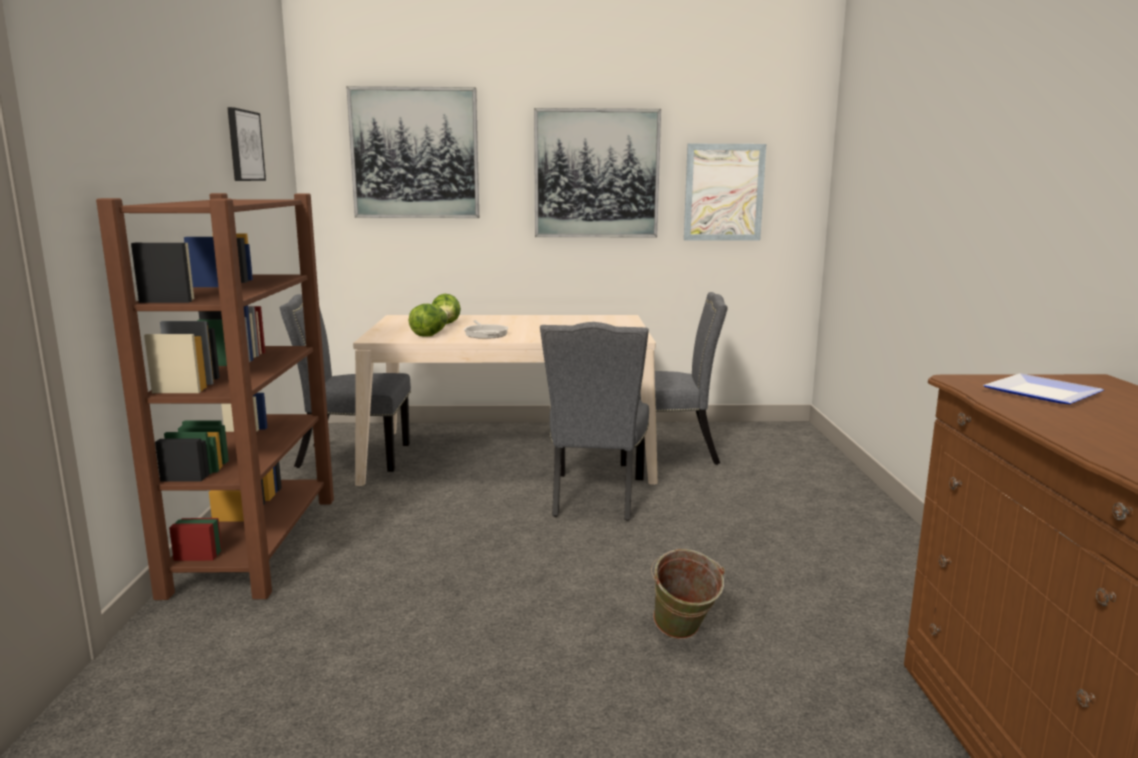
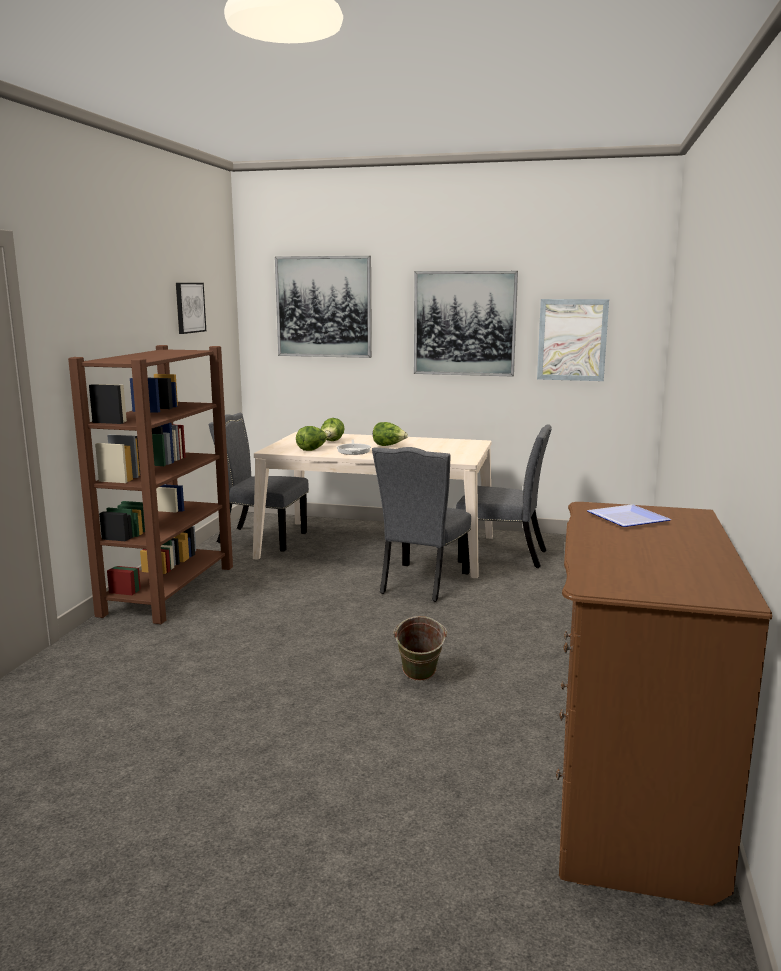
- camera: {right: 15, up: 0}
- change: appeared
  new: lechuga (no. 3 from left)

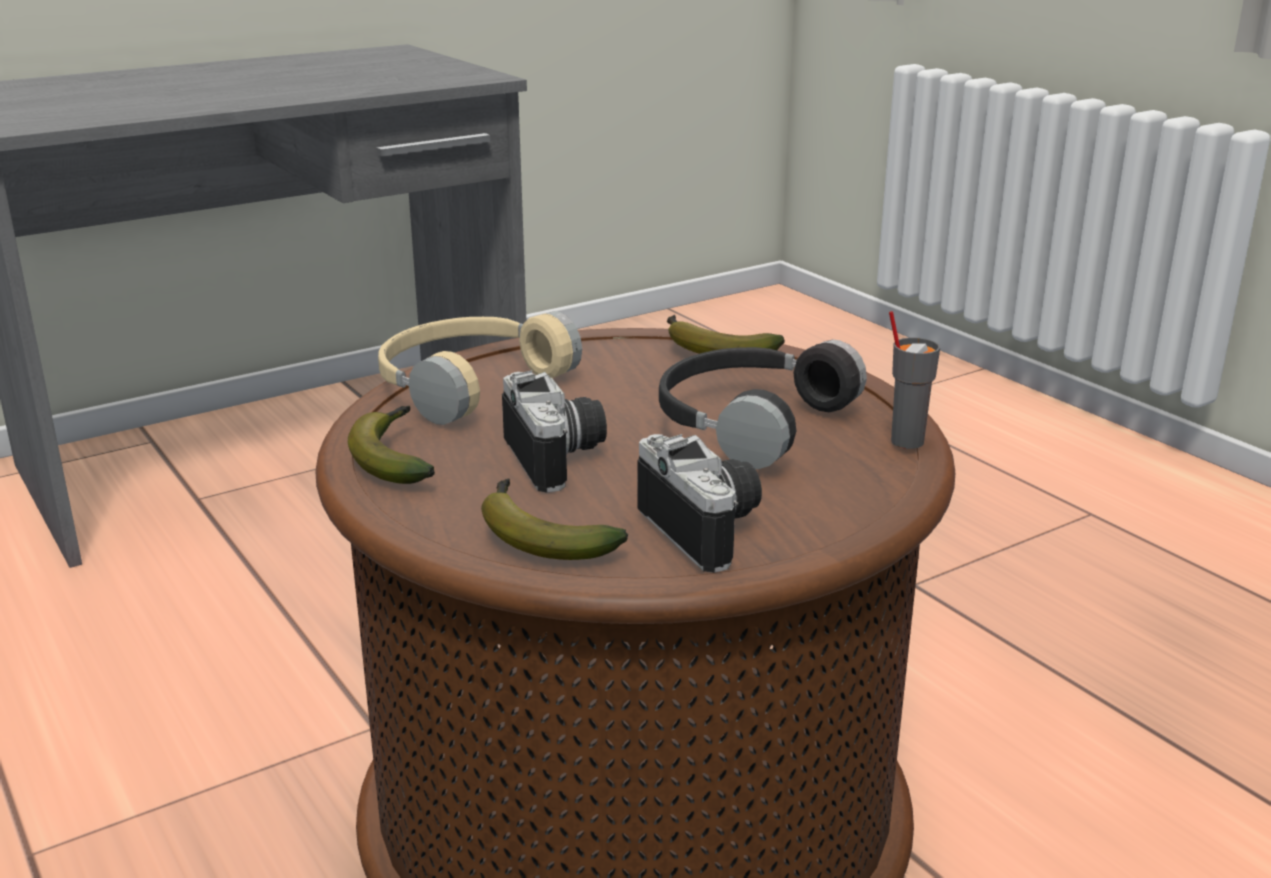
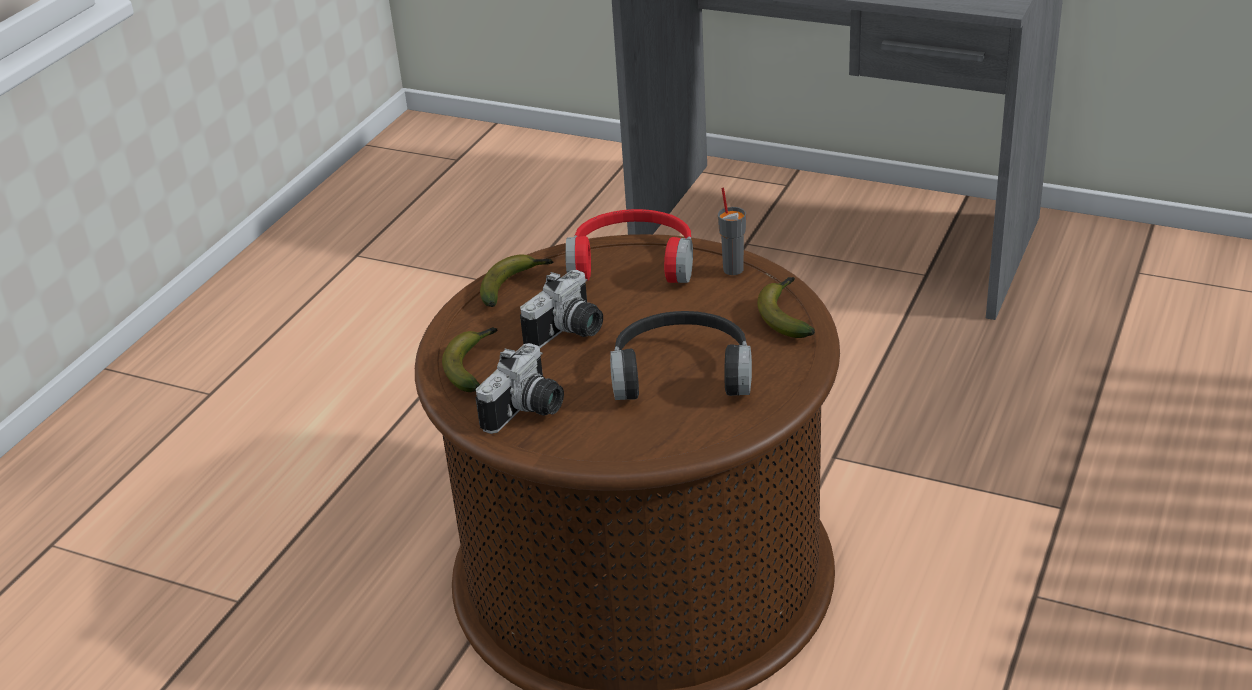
- camera: {right: 60, up: 10}
- change: colour
  old: auriculares [beis]
  new: auriculares [rojo]
- change: relocated
  old: taza [gris]

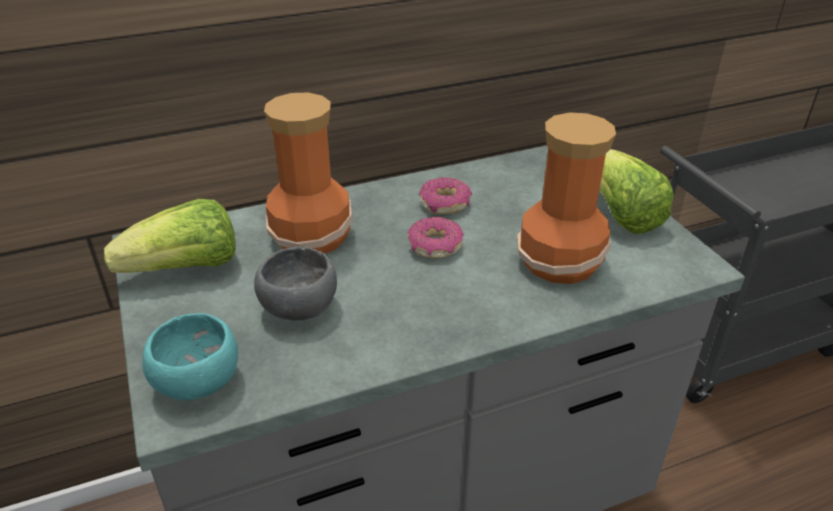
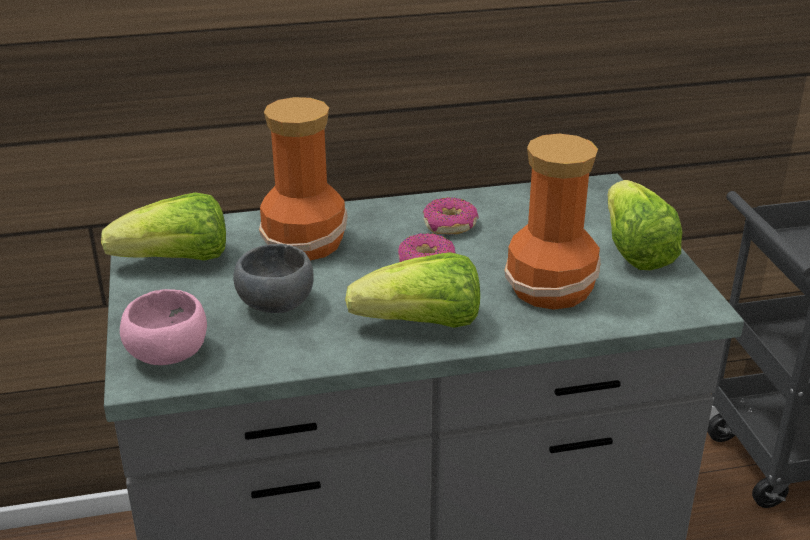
- camera: {right: 10, up: -5}
- change: colour
  old: cuenco [turquesa]
  new: cuenco [rosa]
- change: appeared
  new: lechuga (no. 2 from left)

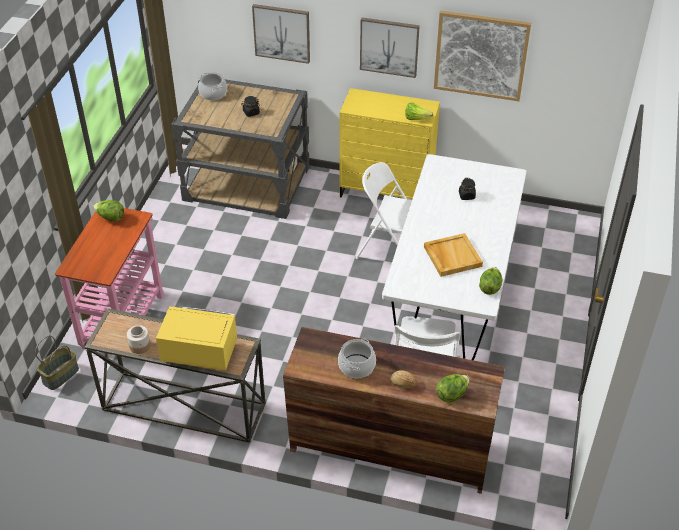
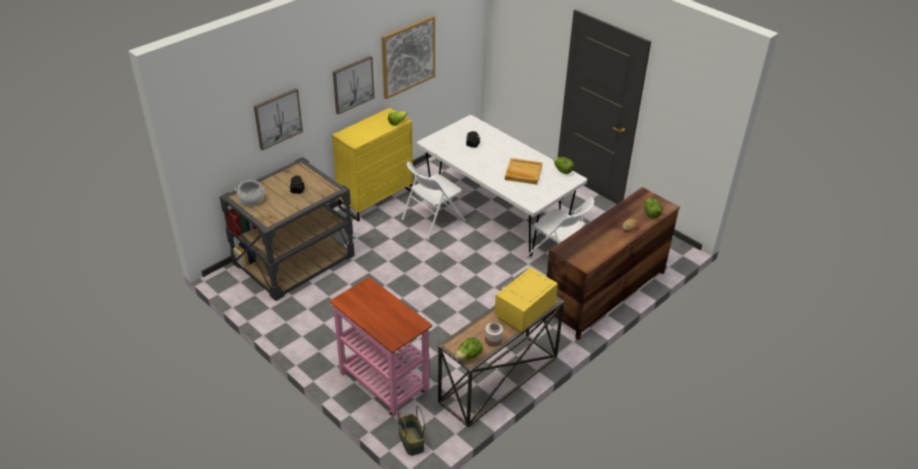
- camera: {right: -60, up: -5}
- change: relocated
  old: lechuga (no. 1 from left in the first image)
  new: lechuga (no. 2 from left)
- change: missing
  old: olla (no. 2 from left)

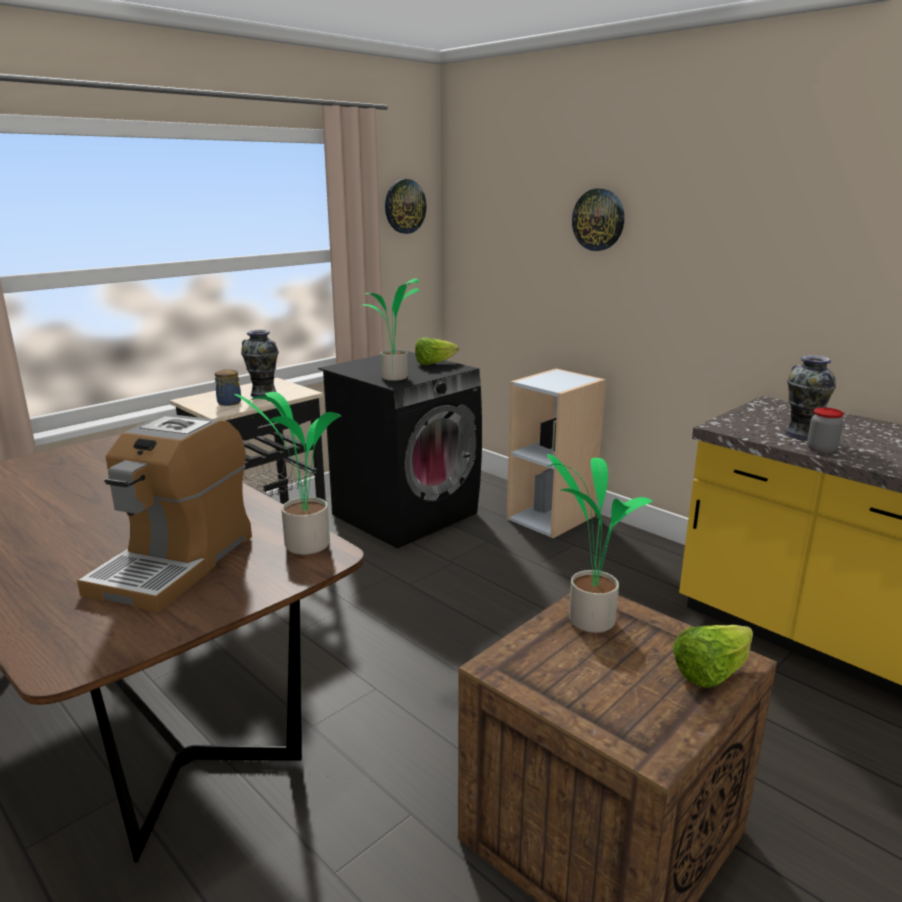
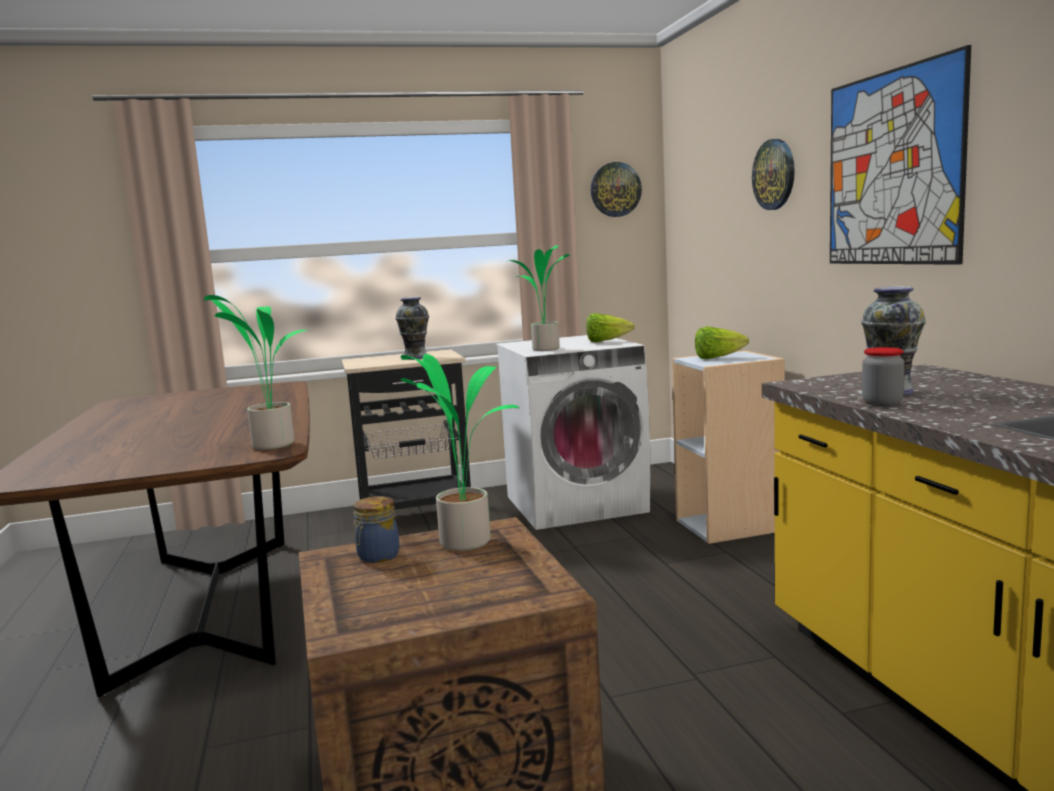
- camera: {right: 30, up: -10}
- change: colour
  old: lavadora [negro]
  new: lavadora [blanco]
- change: relocated
  old: tarro (no. 1 from left)
- change: missing
  old: cafetera
- change: relocated
  old: lechuga (no. 2 from left)
- change: appeared
  new: cuadro

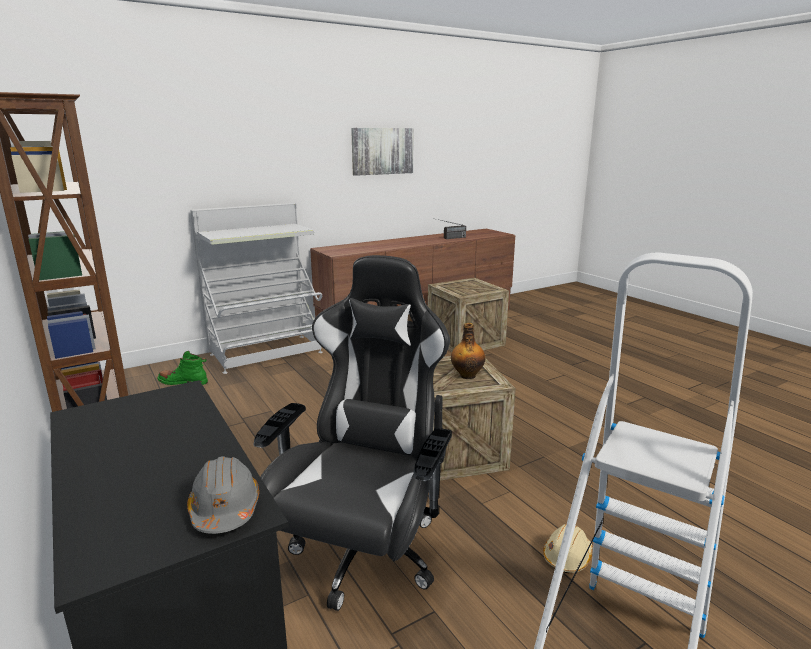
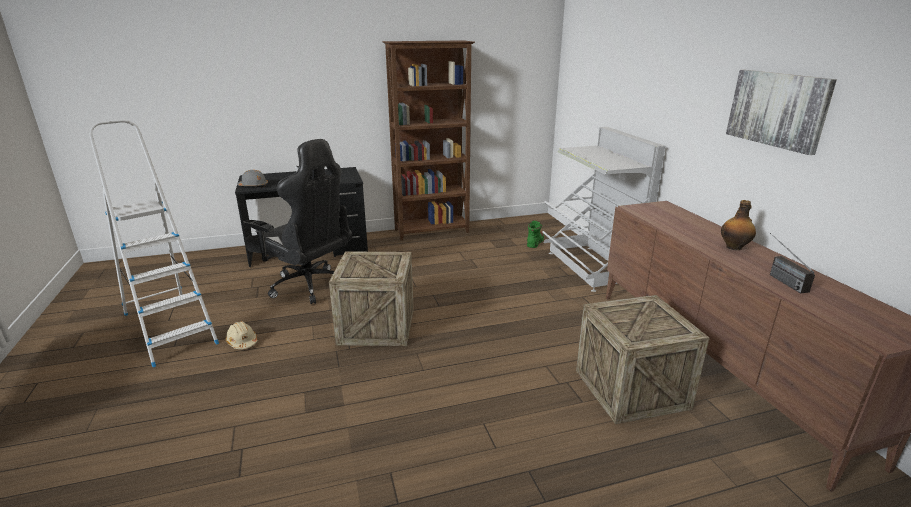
- camera: {right: 105, up: 5}
- change: relocated
  old: botella

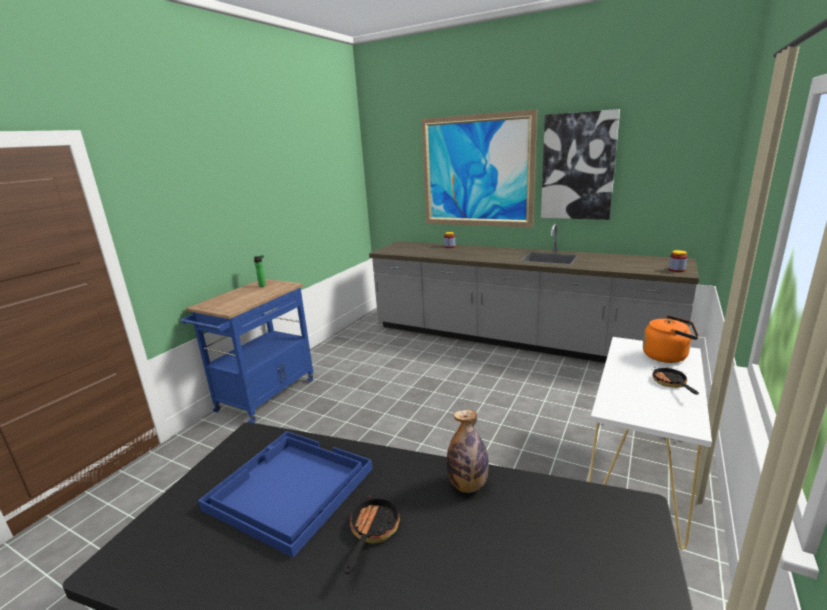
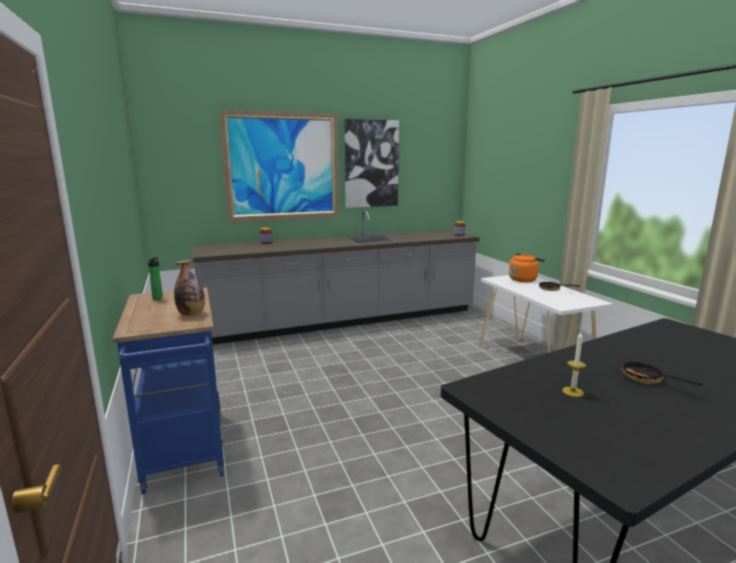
- camera: {right: -50, up: -5}
- change: relocated
  old: botella (no. 2 from left)
- change: exchanged
  old: bandeja [azul]
  new: vela

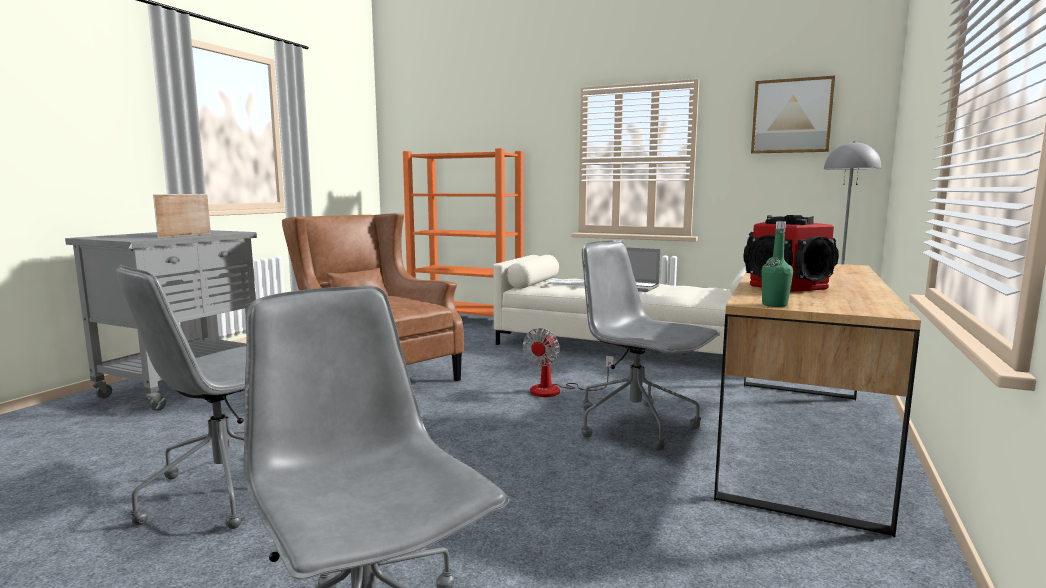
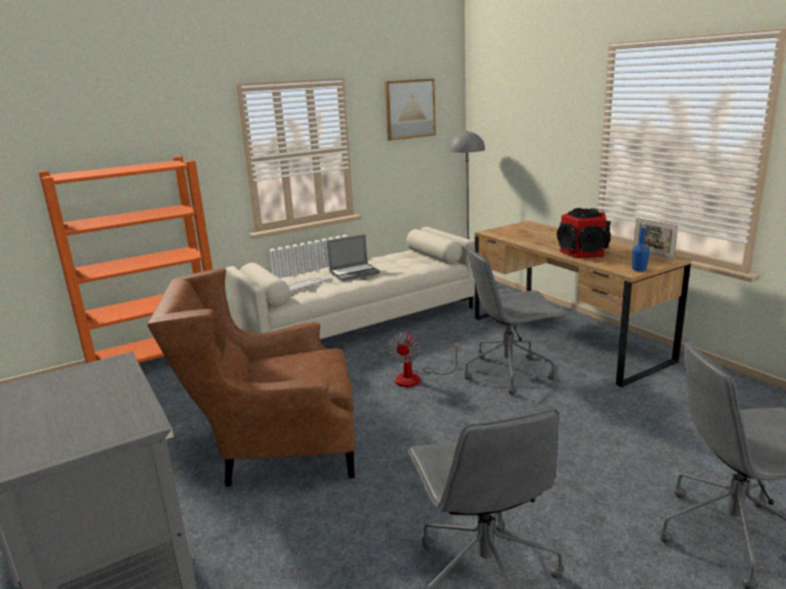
- camera: {right: -55, up: 10}
- change: relocated
  old: portarretratos
- change: colour
  old: botella [verde]
  new: botella [azul]
- change: spun
  old: ventilador
  degrees: 45

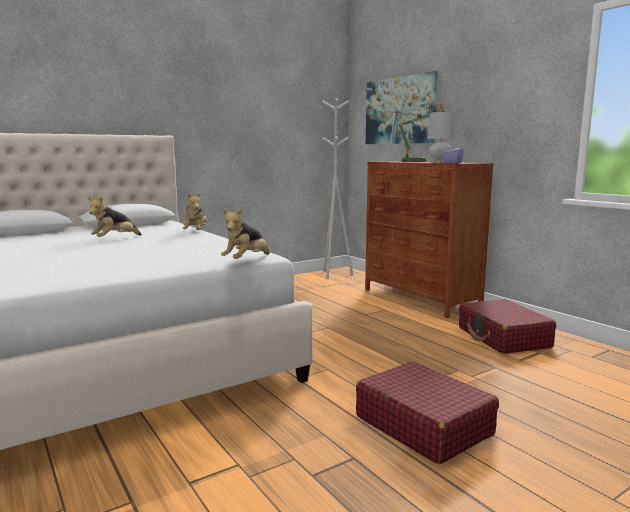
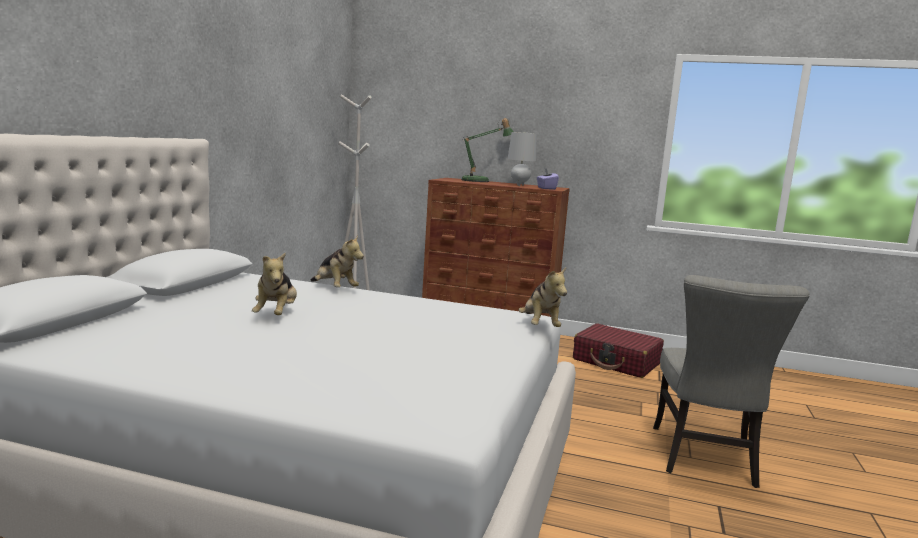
- camera: {right: -40, up: 0}
- change: missing
  old: cuadro
- change: exchanged
  old: maleta [rojo] (no. 1 from left)
  new: silla [gris]

